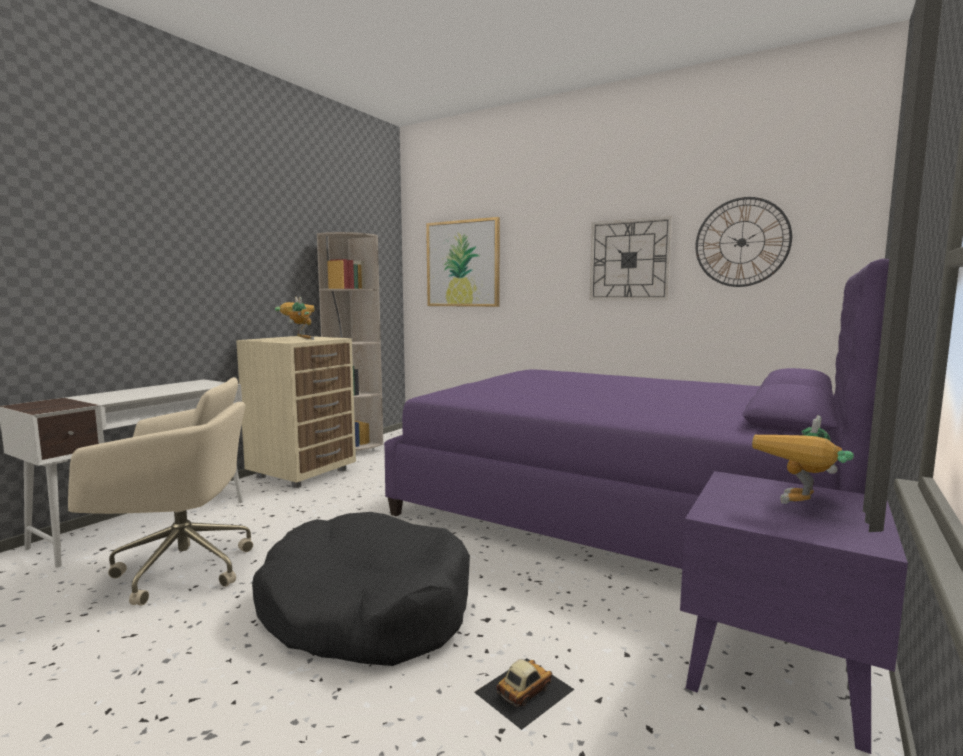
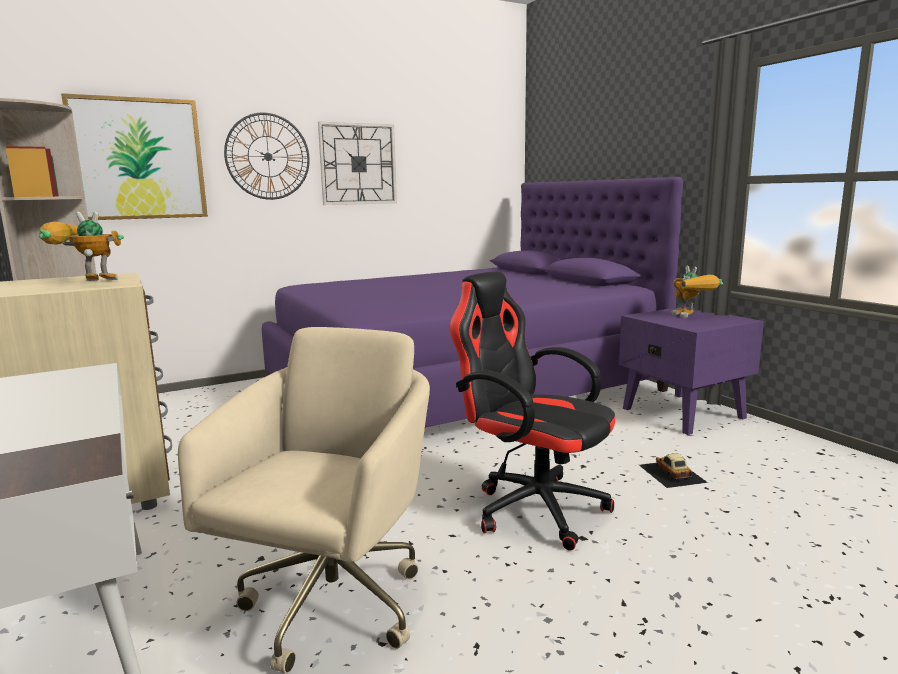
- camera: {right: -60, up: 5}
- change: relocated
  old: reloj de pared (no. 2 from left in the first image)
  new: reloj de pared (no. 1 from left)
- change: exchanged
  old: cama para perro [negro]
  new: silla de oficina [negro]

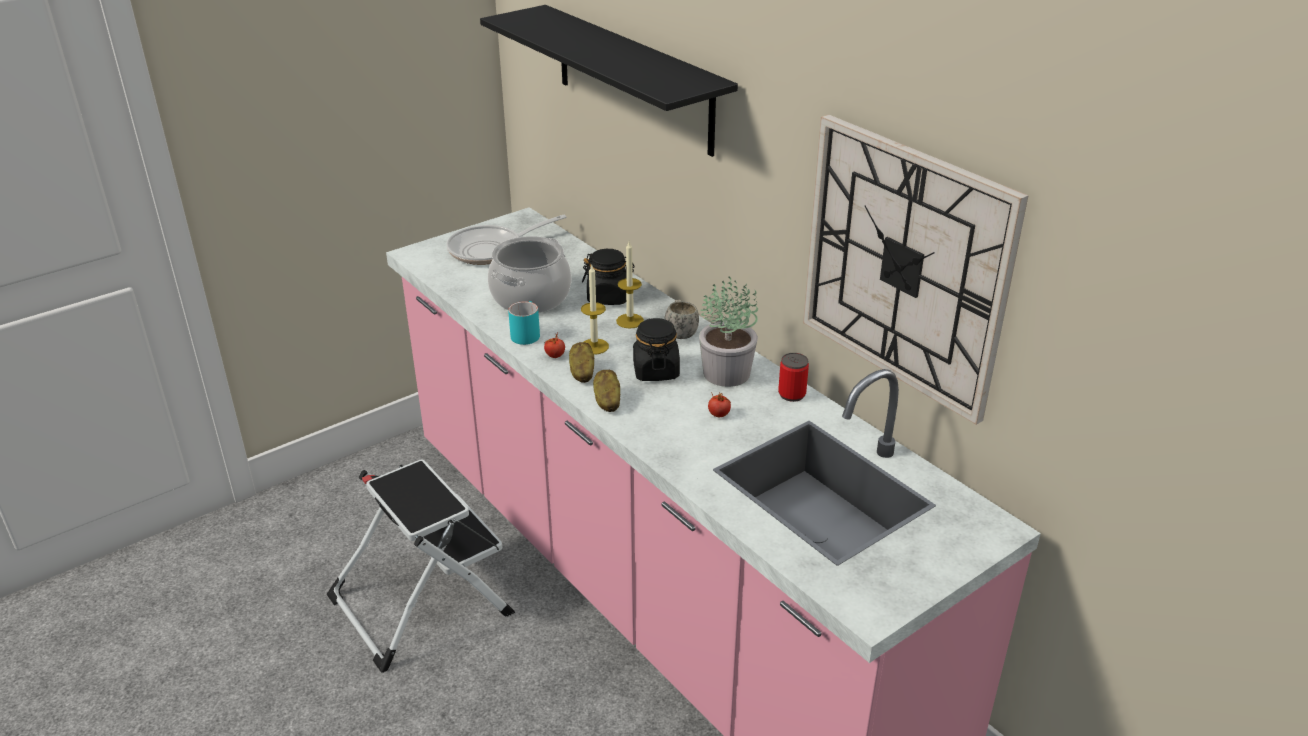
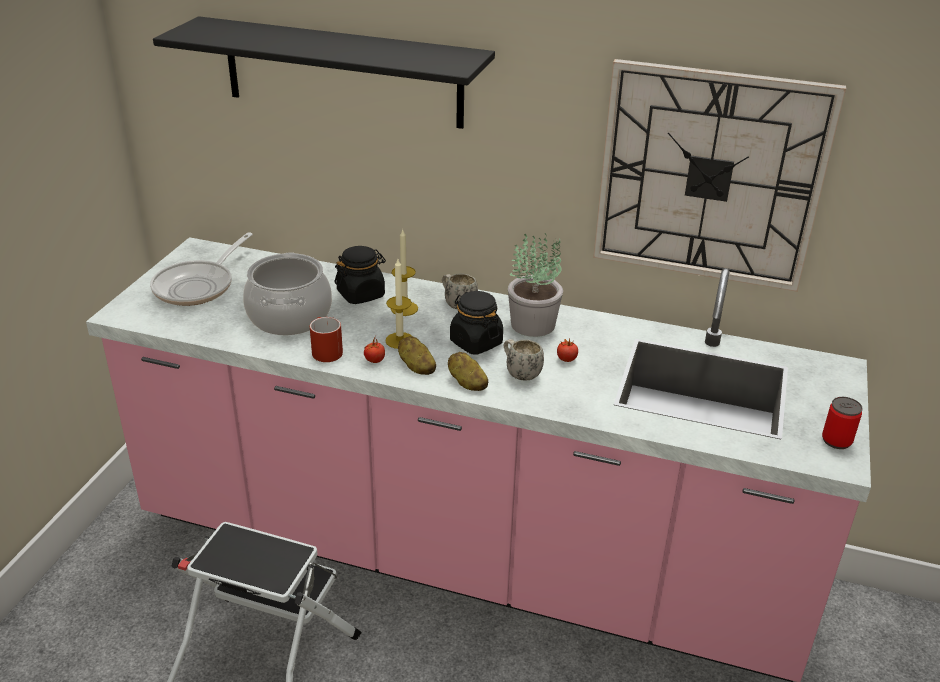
- camera: {right: -35, up: 0}
- change: colour
  old: taza grande [turquesa]
  new: taza grande [rojo]
- change: relocated
  old: lata
- change: appeared
  new: taza grande [blanco] (no. 2 from left)

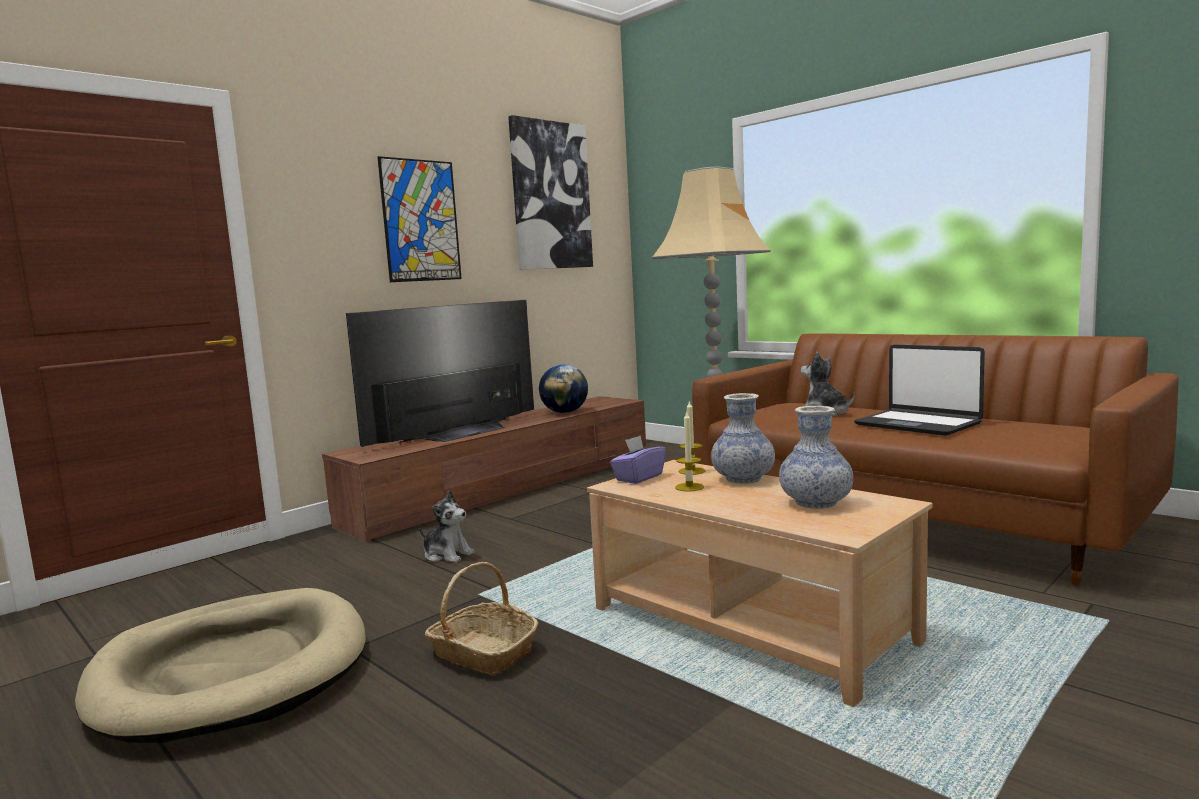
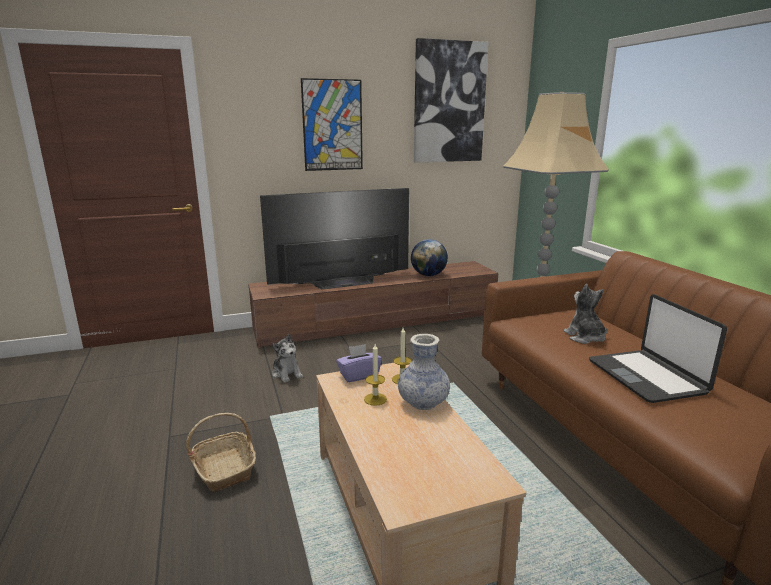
- camera: {right: 25, up: 10}
- change: missing
  old: florero (no. 2 from left)
- change: missing
  old: cama para perro [beis]

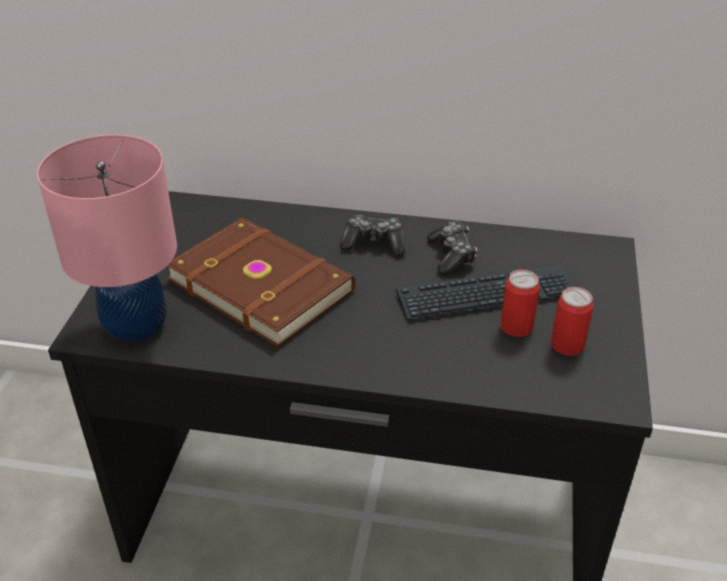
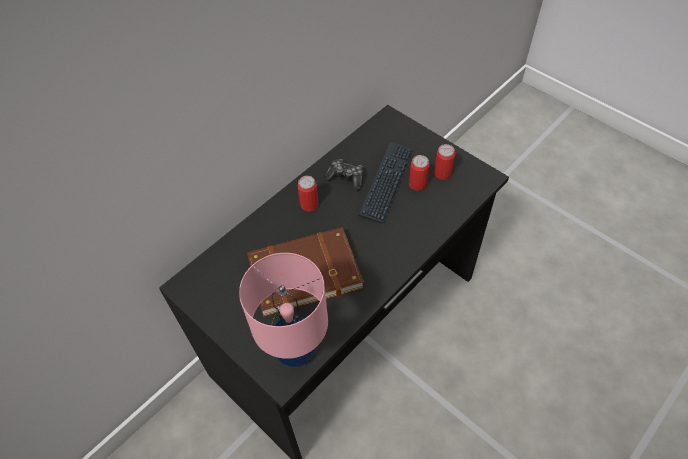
- camera: {right: -55, up: 15}
- change: exchanged
  old: mando de consola (no. 1 from left)
  new: lata (no. 1 from left)

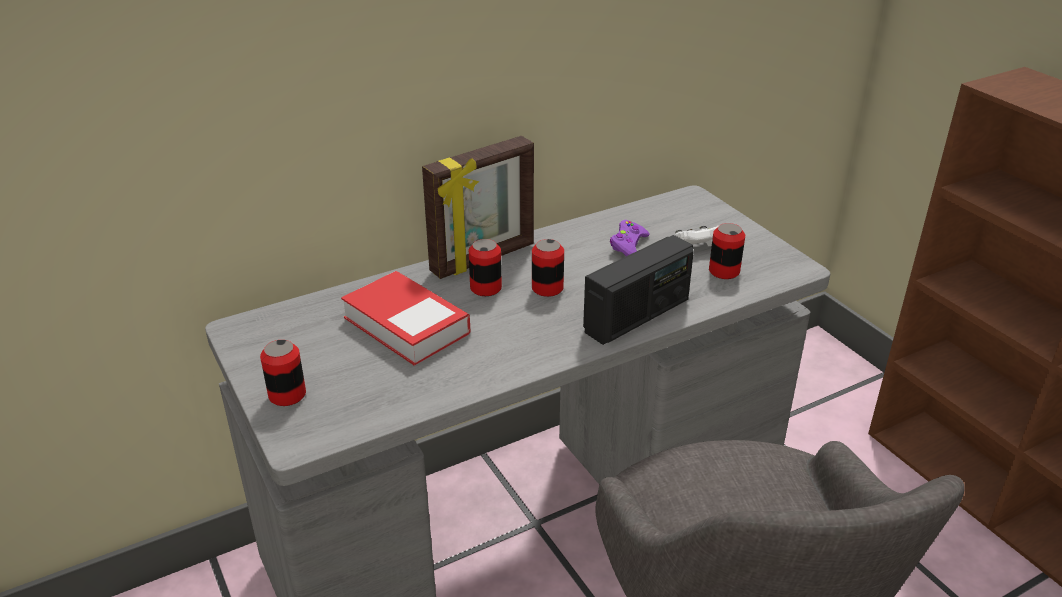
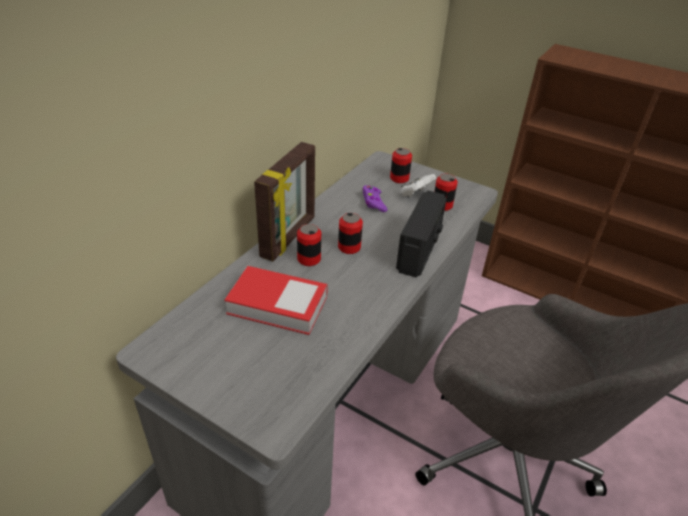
- camera: {right: -30, up: 5}
- change: relocated
  old: lata (no. 1 from left in the first image)
  new: lata (no. 3 from left)

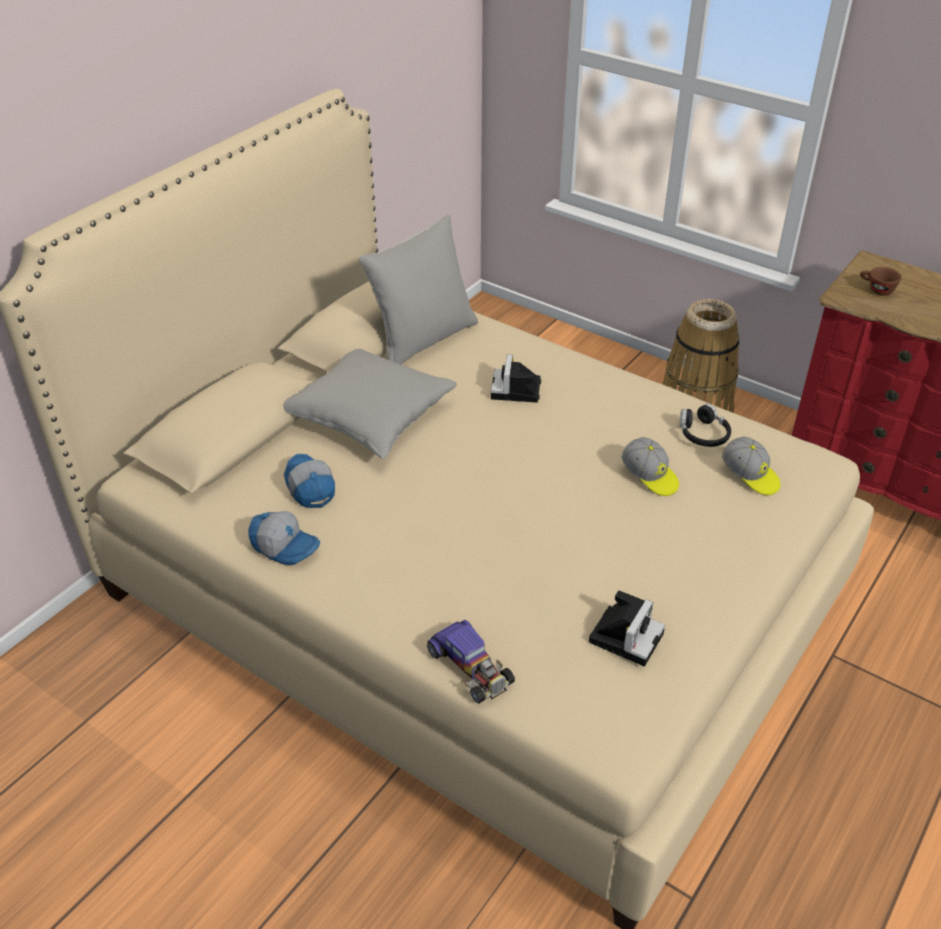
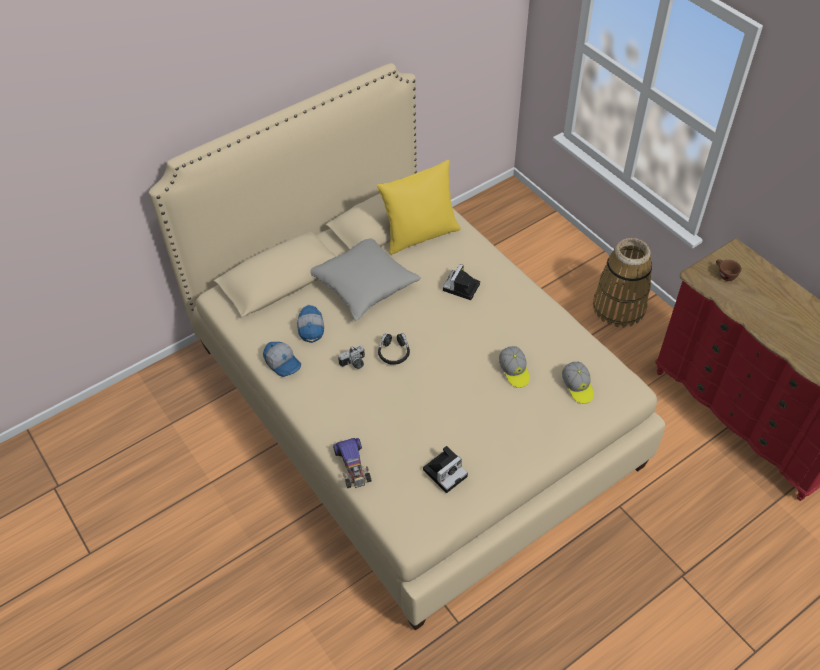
- camera: {right: 20, up: 10}
- change: colour
  old: cojín [gris] (no. 2 from left)
  new: cojín [amarillo]
- change: relocated
  old: auriculares [negro]
- change: appeared
  new: cámara (no. 1 from left)

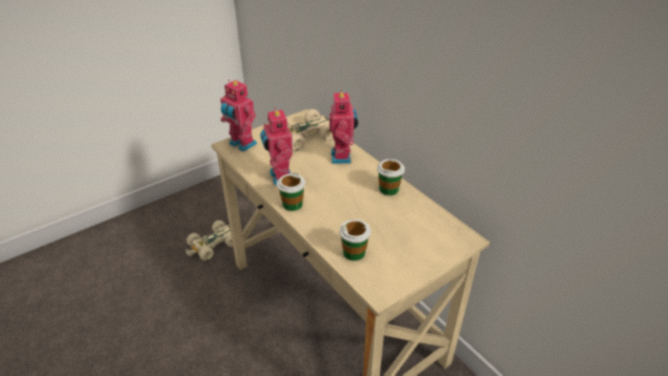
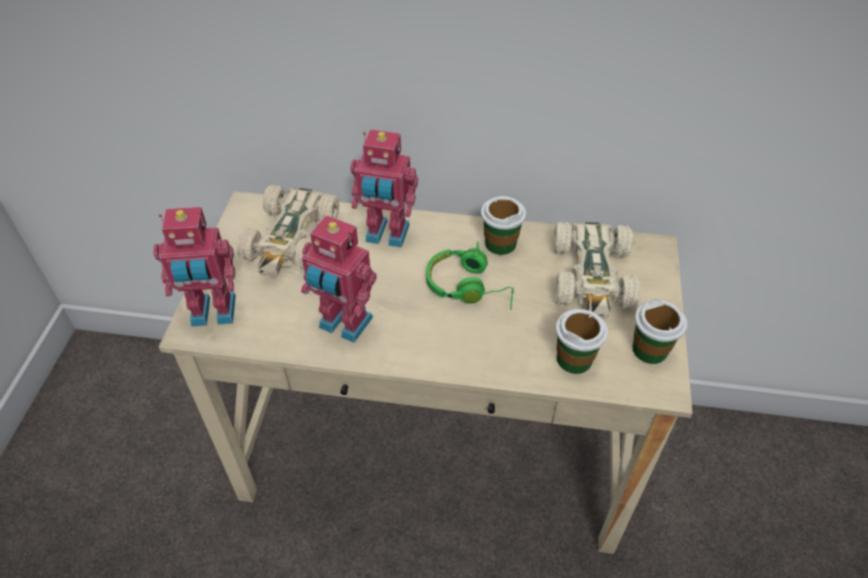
- camera: {right: -45, up: 10}
- change: spun
  old: robot de juguete (no. 3 from left)
  degrees: 150
- change: relocated
  old: taza (no. 1 from left in the first image)
  new: taza (no. 3 from left)
- change: relocated
  old: coche de juguete [beis] (no. 1 from left in the first image)
  new: coche de juguete [beis] (no. 2 from left)
- change: appeared
  new: auriculares [verde]

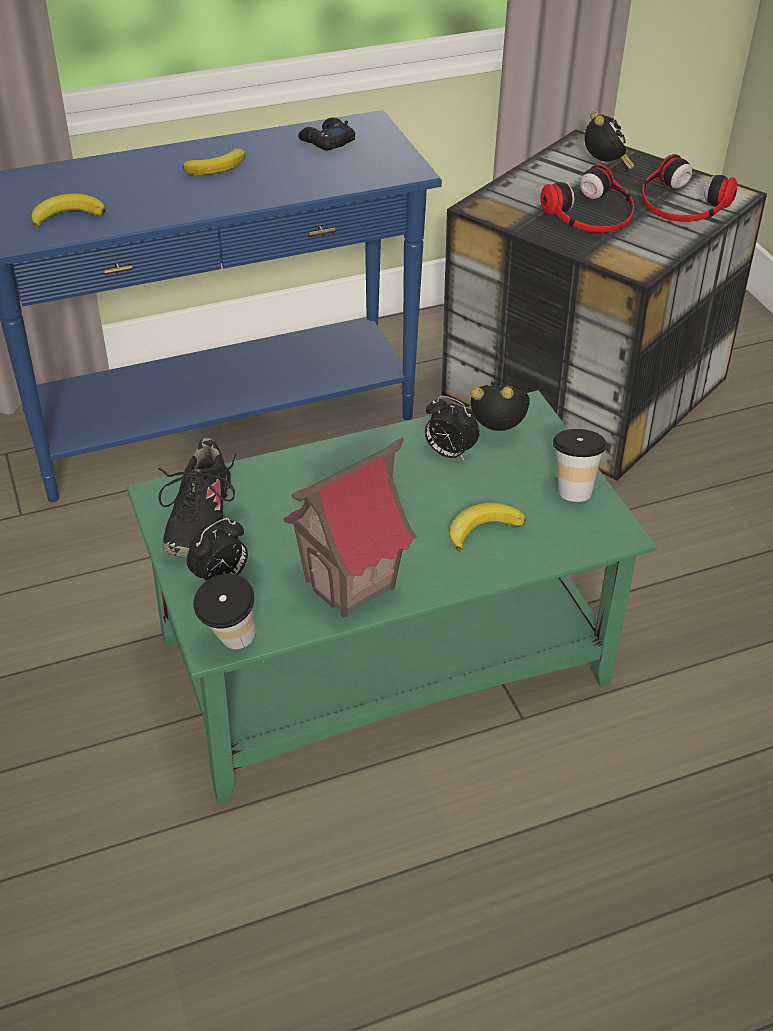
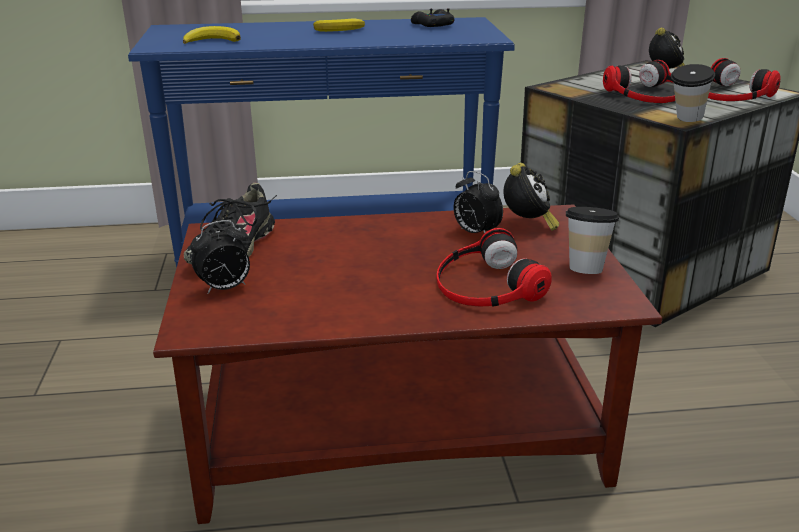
- camera: {right: 15, up: -15}
- change: spun
  old: despertador (no. 3 from left)
  degrees: 75
- change: colour
  old: mesa de centro [verde]
  new: mesa de centro [marrón]
- change: missing
  old: casita
- change: exchanged
  old: plátano (no. 3 from left)
  new: auriculares (no. 1 from left)
- change: relocated
  old: taza (no. 1 from left in the first image)
  new: taza (no. 2 from left)

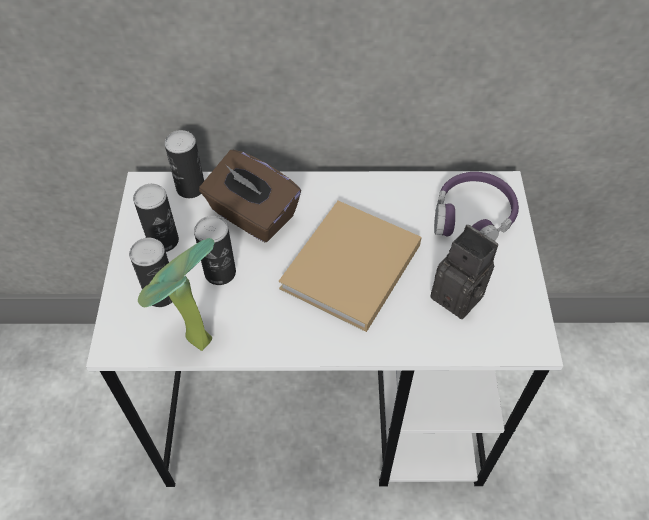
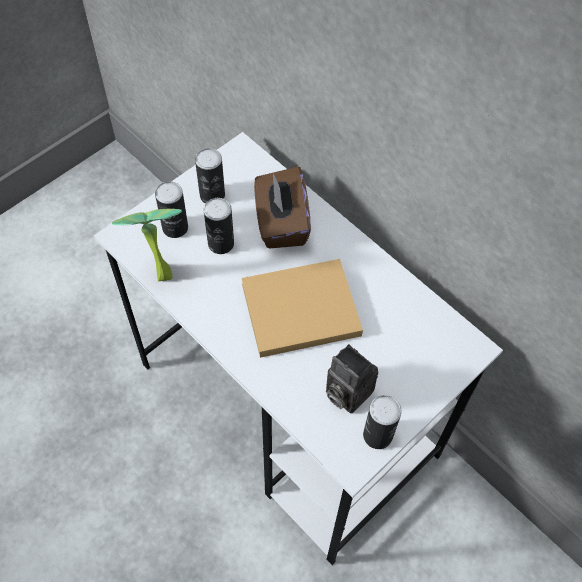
- camera: {right: 45, up: 5}
- change: relocated
  old: lata (no. 3 from left in the first image)
  new: lata (no. 4 from left)
- change: missing
  old: auriculares [morado]
- change: spun
  old: cámara
  degrees: 135

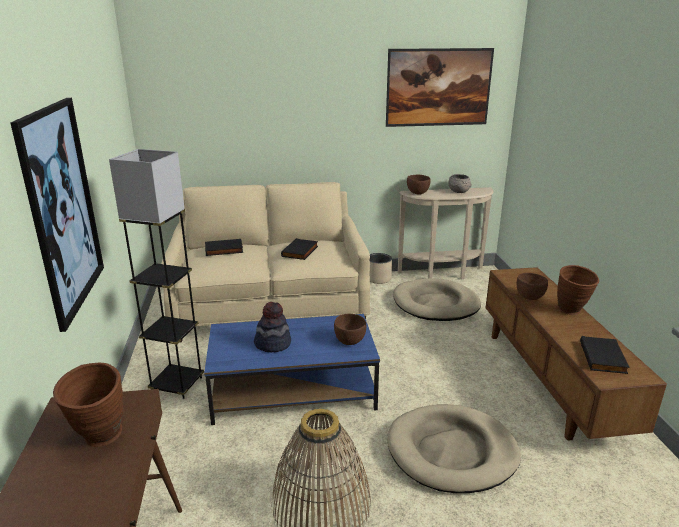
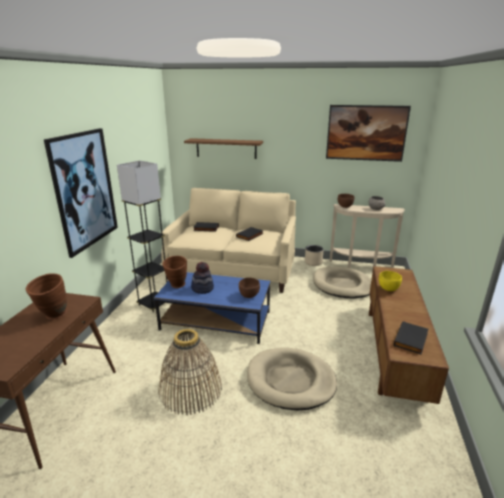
- camera: {right: 20, up: 0}
- change: relocated
  old: florero [marrón] (no. 2 from left)
- change: colour
  old: cuenco [marrón] (no. 3 from left)
  new: cuenco [amarillo]
- change: appeared
  new: estante

